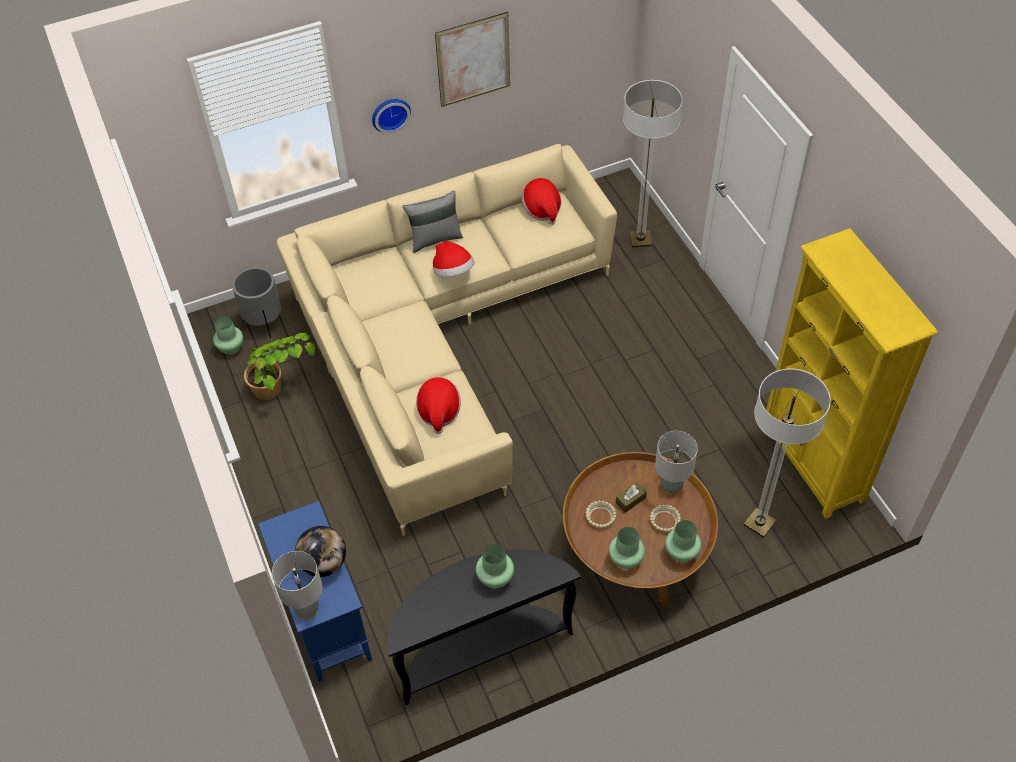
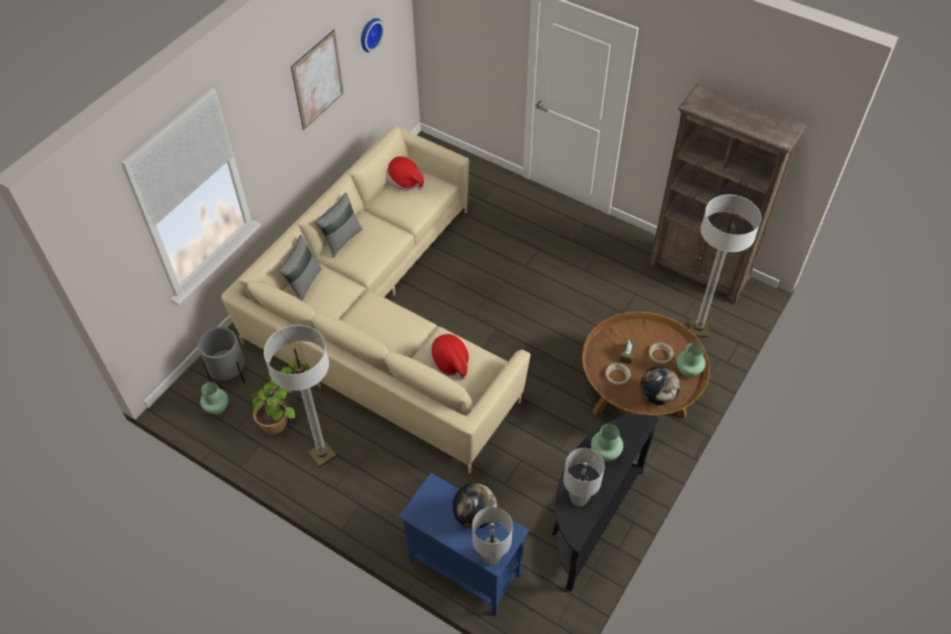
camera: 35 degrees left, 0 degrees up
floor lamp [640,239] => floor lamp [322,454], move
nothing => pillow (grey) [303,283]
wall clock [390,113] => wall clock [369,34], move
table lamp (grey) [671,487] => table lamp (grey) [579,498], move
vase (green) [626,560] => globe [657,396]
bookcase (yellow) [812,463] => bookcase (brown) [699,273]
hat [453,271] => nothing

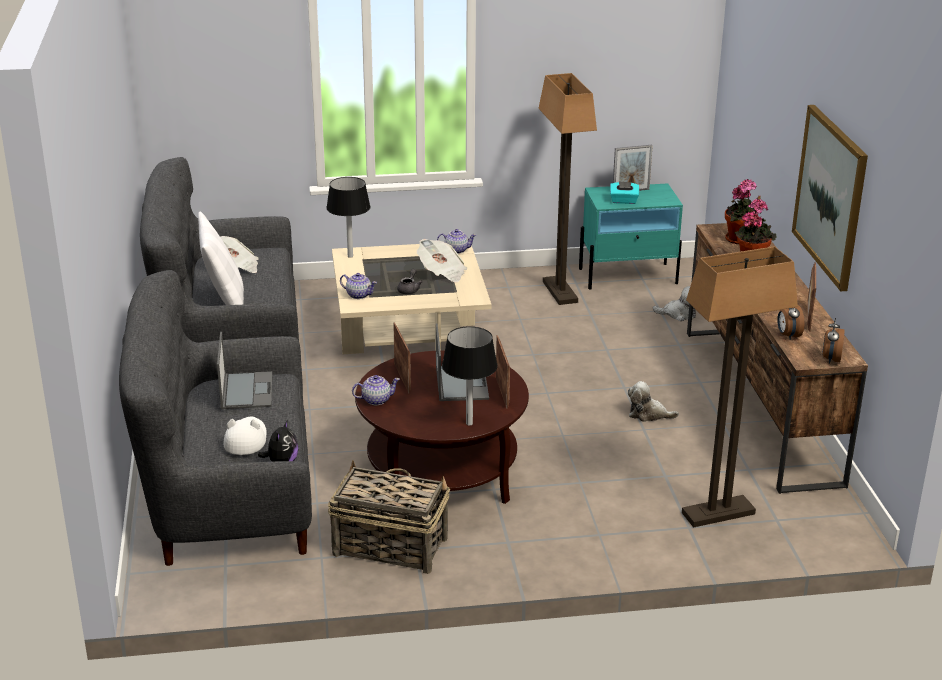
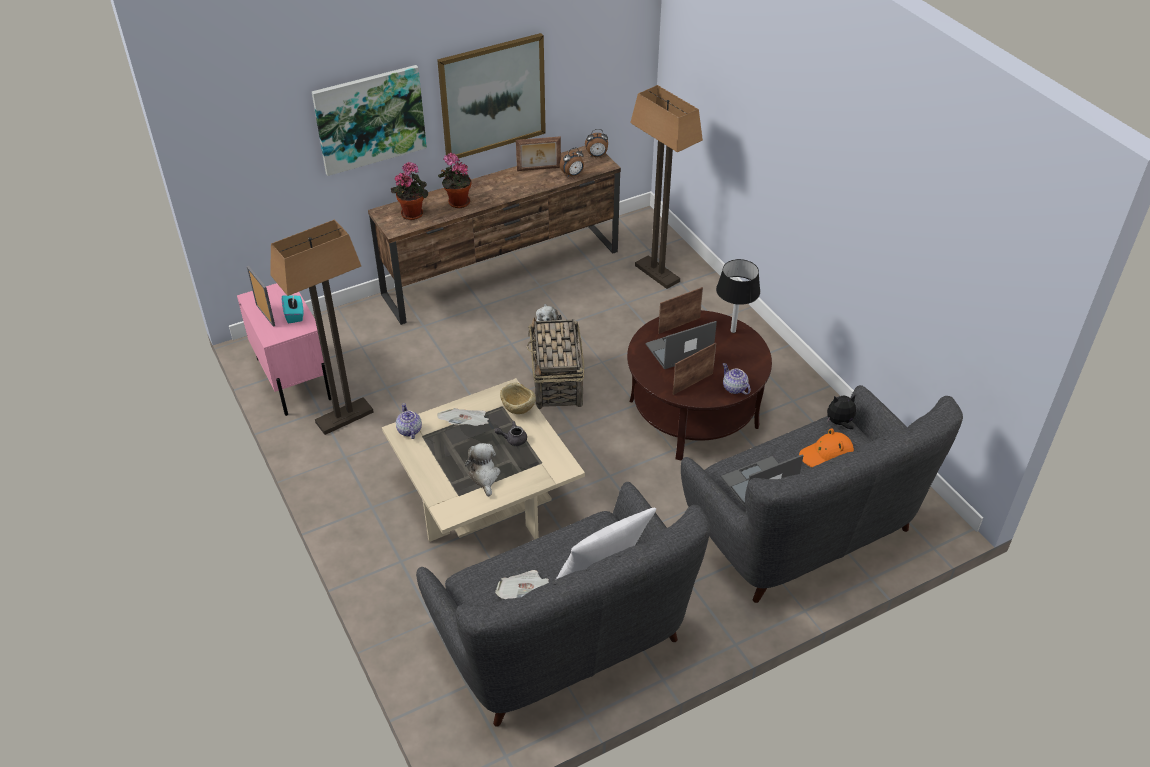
camera: 110 degrees left, 15 degrees up
nightstand (turquoise) [628,276] => nightstand (pink) [293,378]
nothing => picture [370,119]
plush toy [678,314] => plush toy [484,476], move
nothing => bowl (beige) [518,409]
basket [389,546] => basket [556,382], move
hat (white) [245,439] => hat (orange) [826,455]
table lamp (black) [350,256] => nothing
teapot [358,295] => nothing

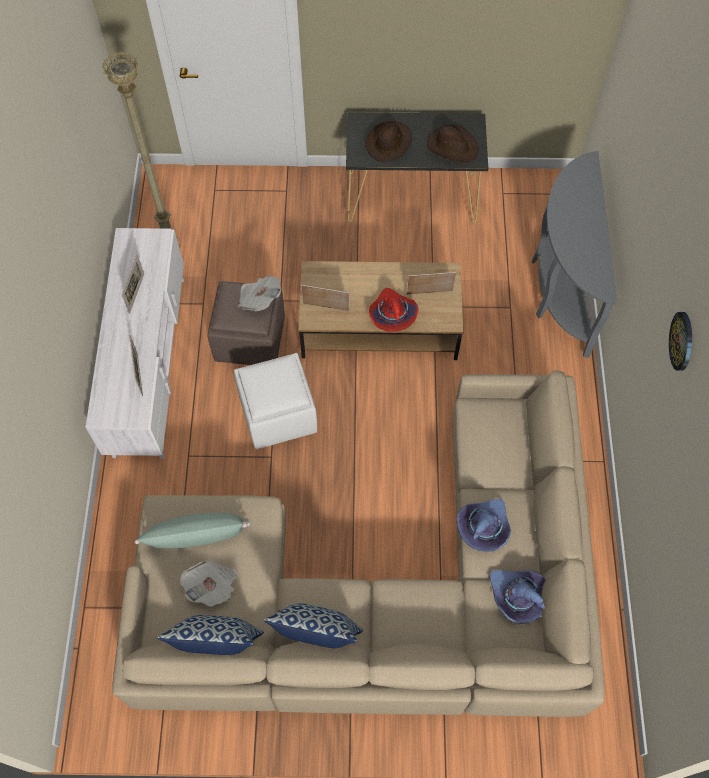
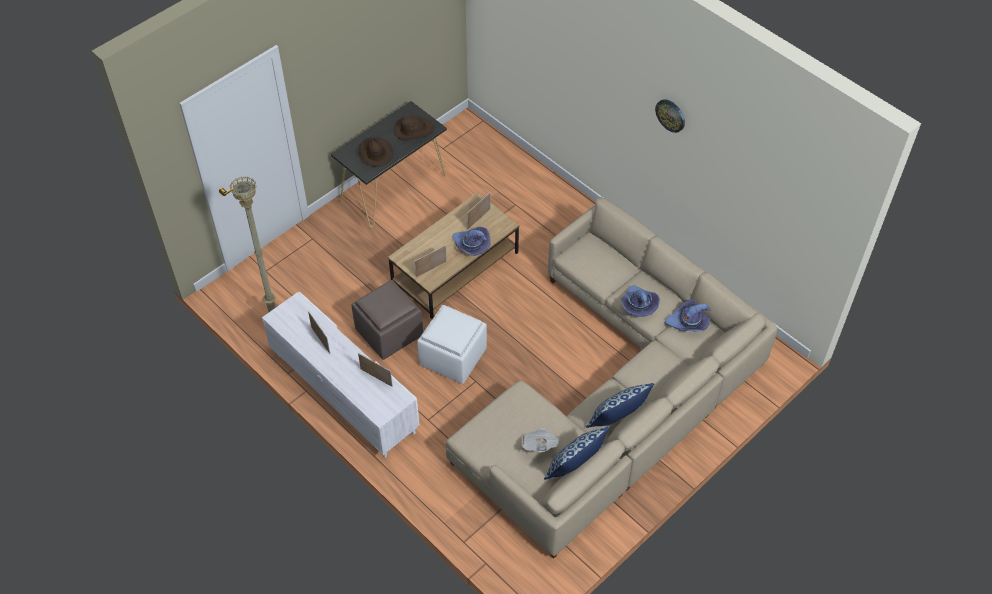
camera: 45 degrees left, 10 degrees down
hat (red) [392,314] => hat (purple) [471,245]
pillow (green) [196,536] => nothing
newspaper [259,299] => nothing
console table (grey) [559,287] => nothing

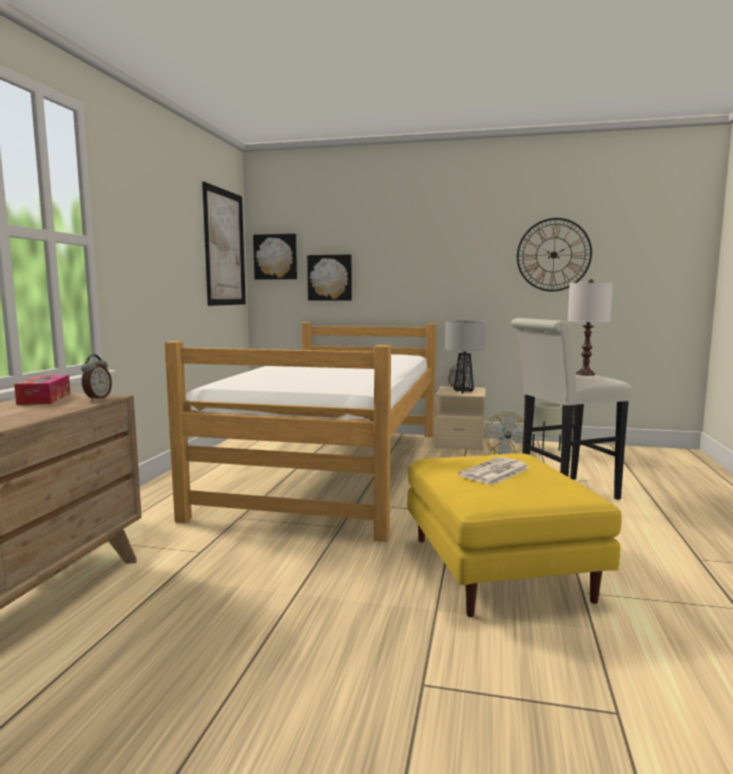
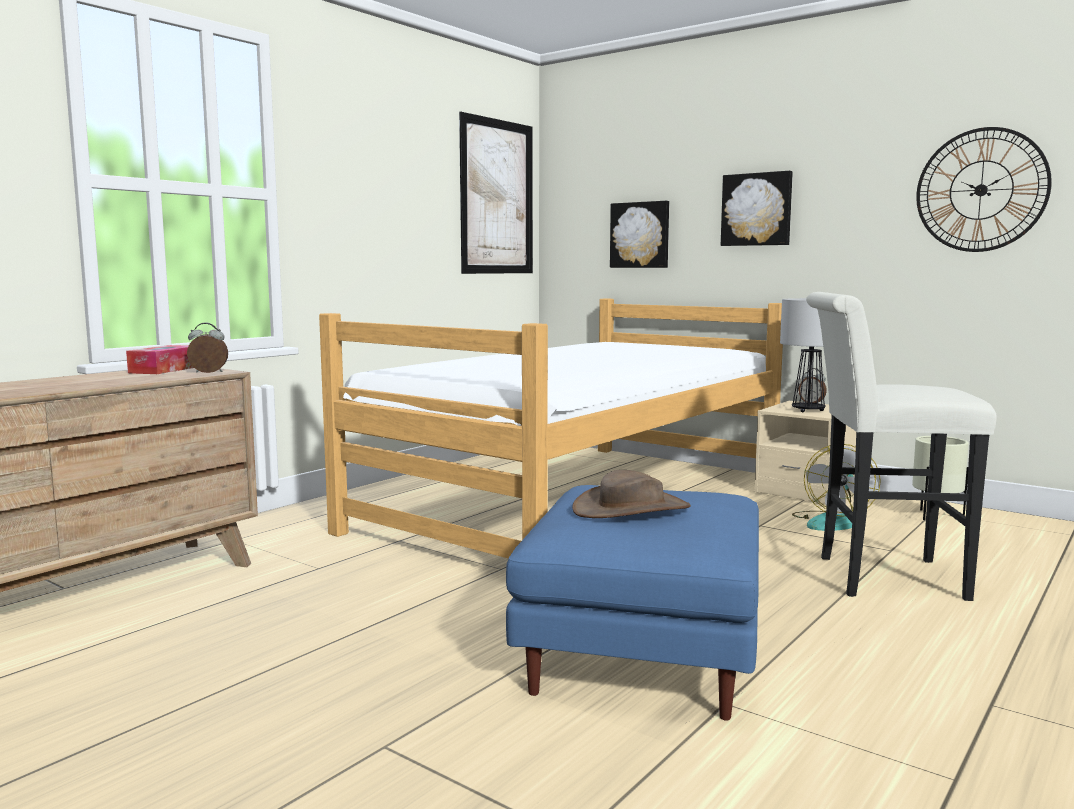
camera: 25 degrees right, 0 degrees up
alarm clock [97,398] => alarm clock [208,372], 135 degrees counterclockwise
ottoman (yellow) [500,569] => ottoman (blue) [644,653]
newspaper [495,472] => hat (brown) [631,509]
picture [276,257] => picture [757,209], move
table lamp (white) [585,374] => nothing

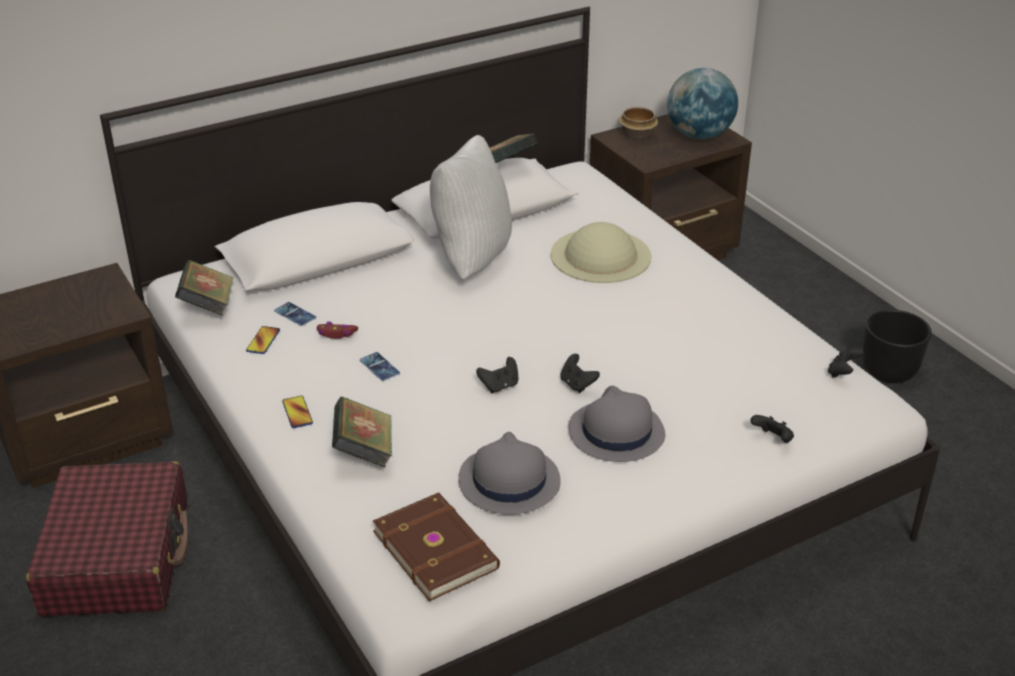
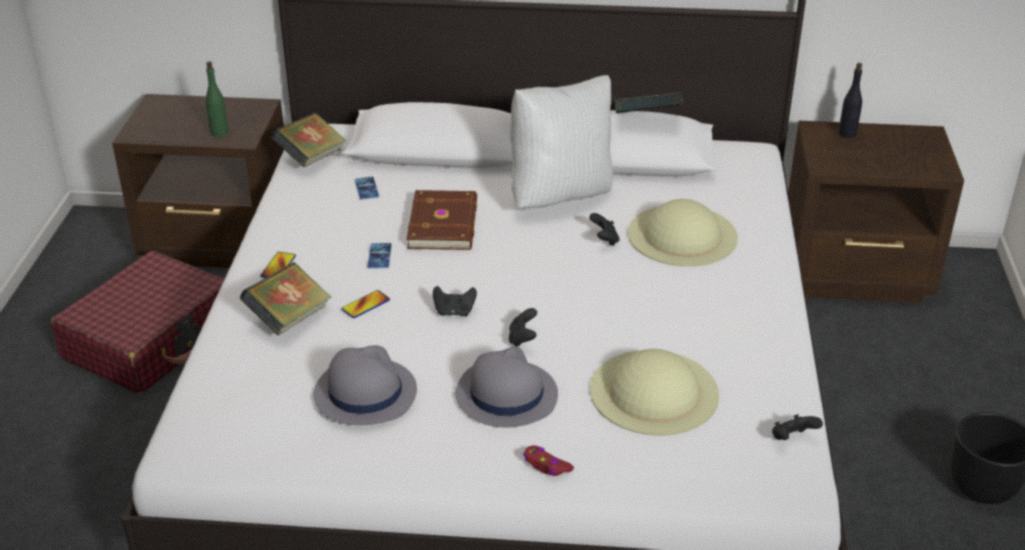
camera: 35 degrees right, 0 degrees up
nothing => bottle (green) [219,132]
phone [263,341] => phone [365,305], move
book (brown) [437,548] => book (brown) [445,224], move
game controller (red) [337,334] => game controller (red) [546,466], move
game controller (black) [772,439] => game controller (black) [604,240], move
nothing => hat (beige) [653,391]
bowl [637,134] => bottle (black) [847,134]
globe [699,135] => nothing

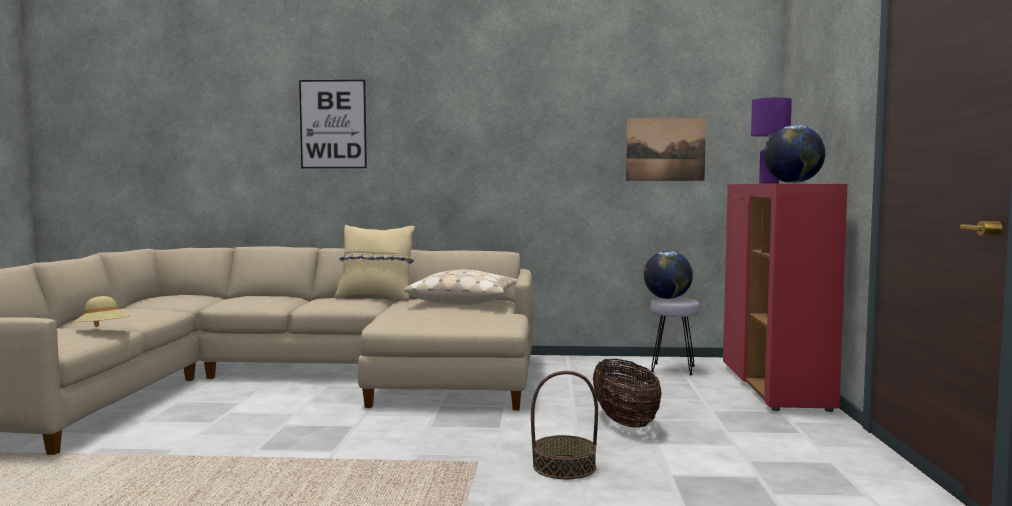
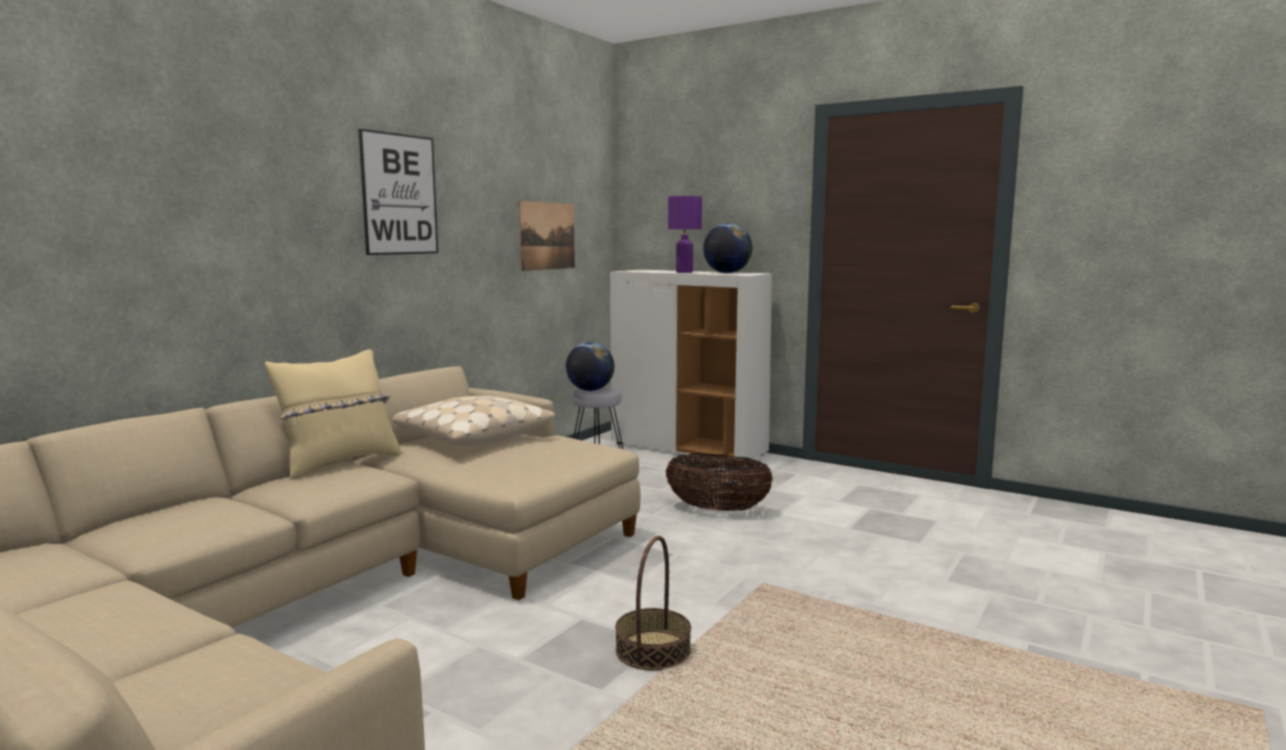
camera: 60 degrees left, 5 degrees up
picture [333,124] => picture [399,194], move
cabinet (red) [775,386] => cabinet (white) [689,449]
basket [564,467] => basket [652,650], move
hat (beige) [103,330] => nothing

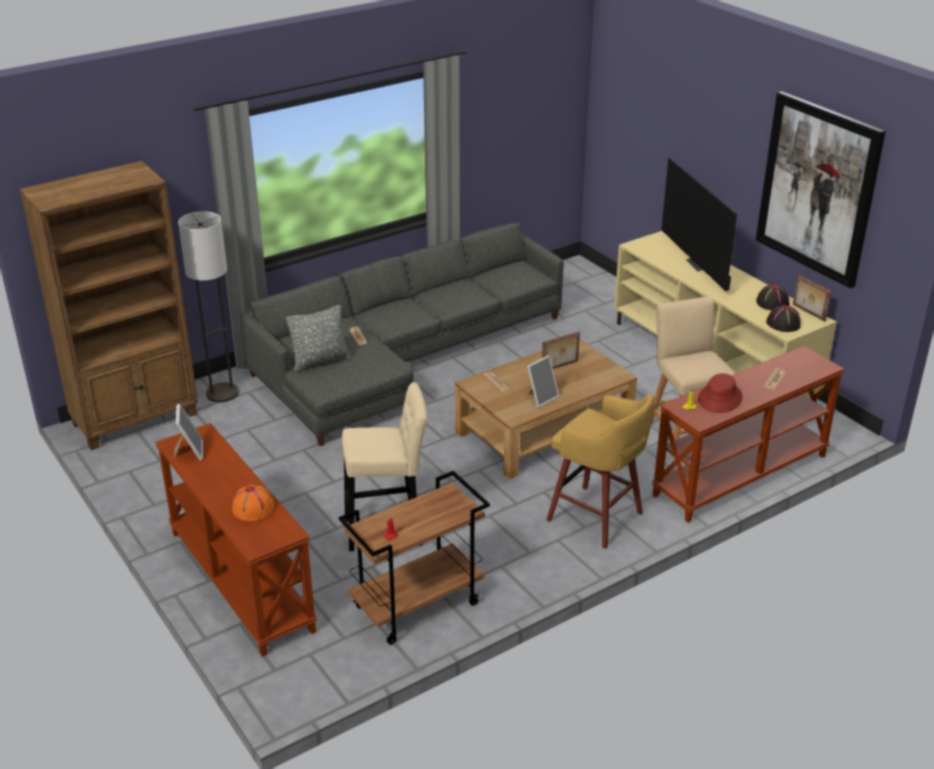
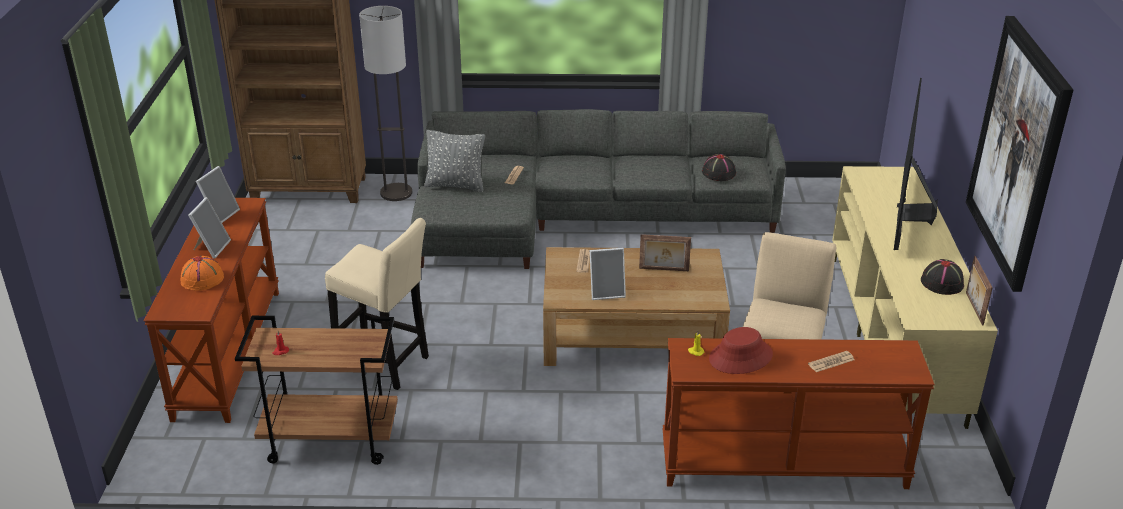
camera: 35 degrees right, 0 degrees up
nothing => picture frame [211,248]
hat (black) [783,324] => hat (black) [718,173], move
stool (yellow) [597,518] => nothing

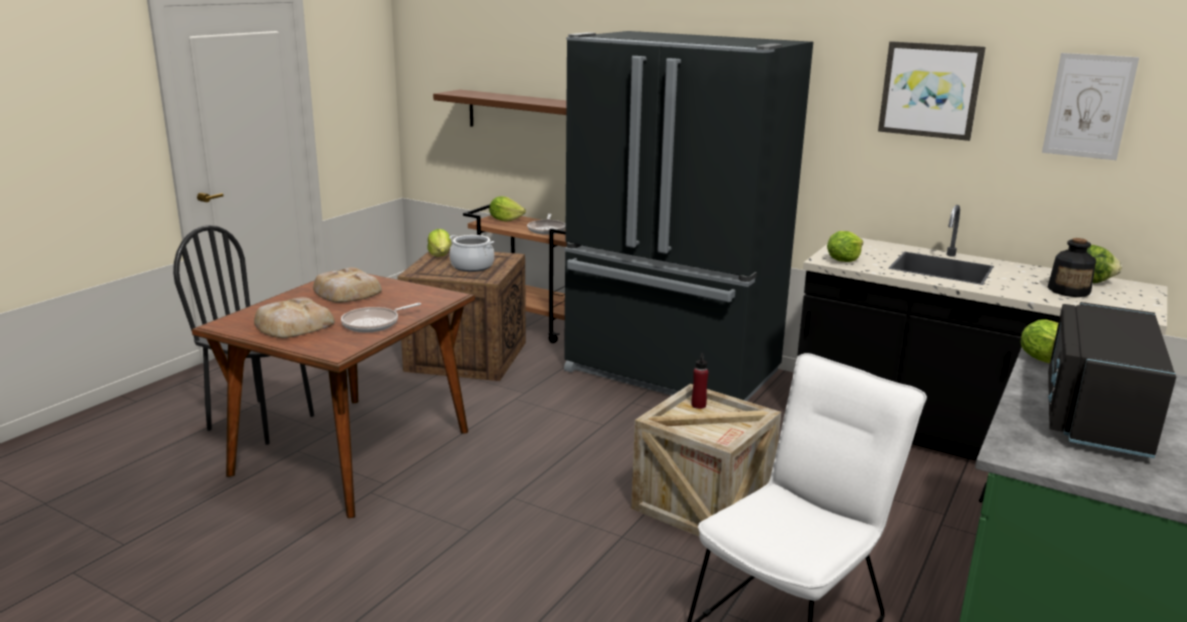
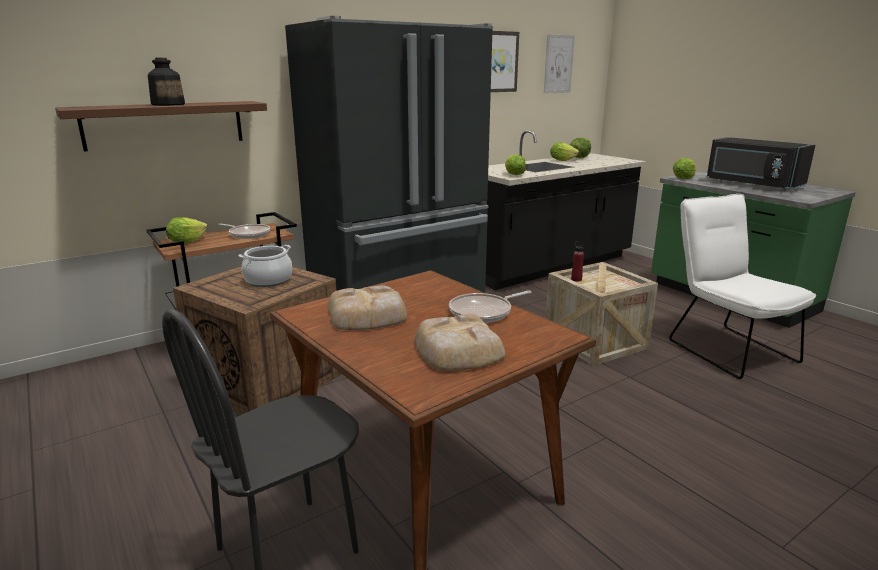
camera: 65 degrees left, 0 degrees up
bottle [1069,291] => bottle [168,104], move
frying pan [374,323] => frying pan [483,312], 75 degrees clockwise
lettuce [440,255] => lettuce [562,160], move

